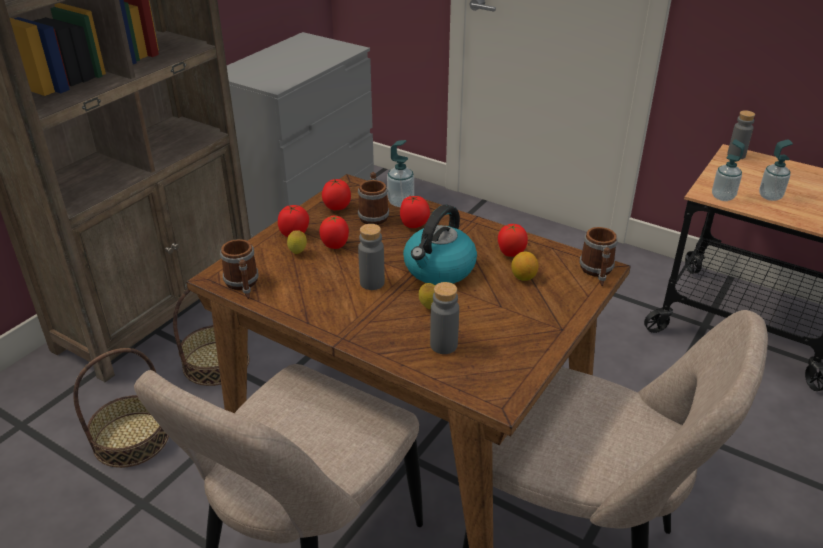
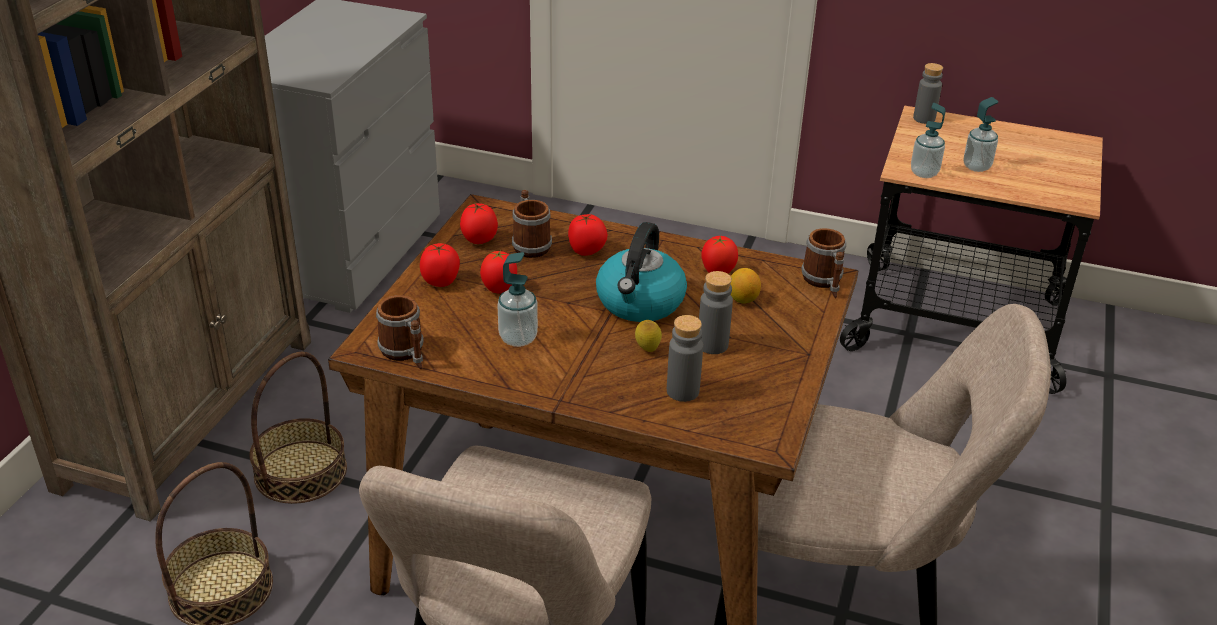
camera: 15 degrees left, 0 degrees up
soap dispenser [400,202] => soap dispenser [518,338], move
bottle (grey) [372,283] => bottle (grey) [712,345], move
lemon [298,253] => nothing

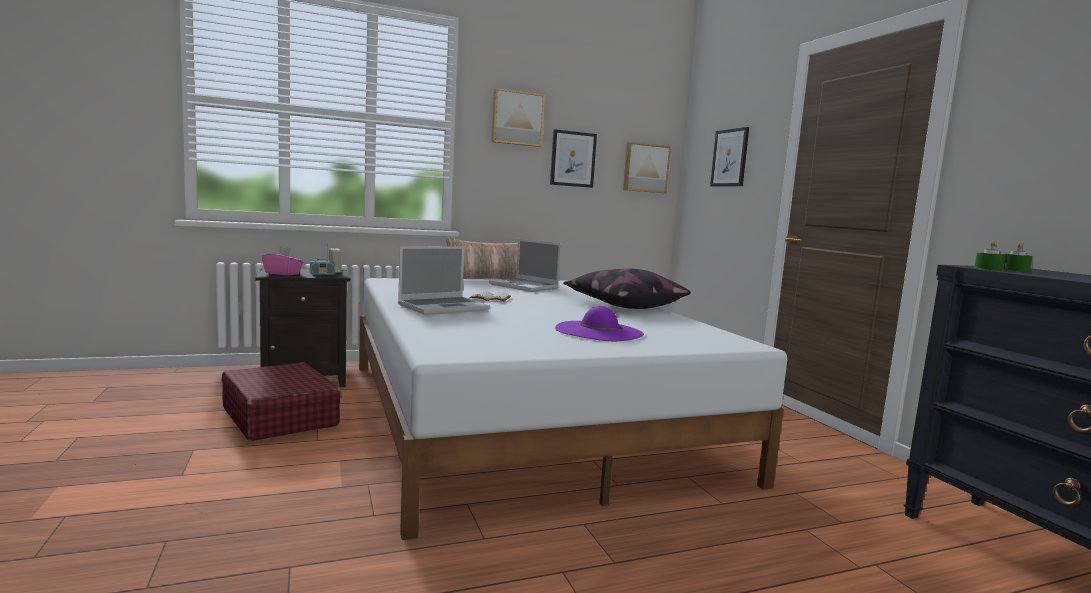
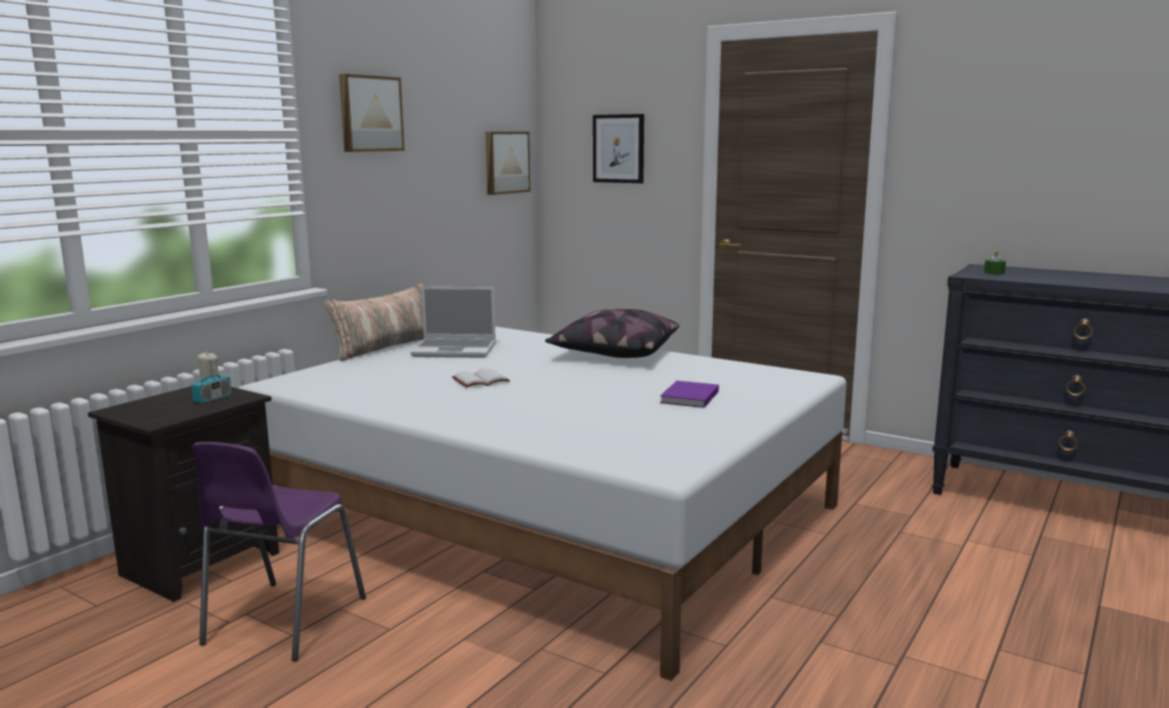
camera: 35 degrees left, 5 degrees up
suitcase (red) [280,417] => chair (purple) [281,622]
hat (purple) [599,331] => book (purple) [688,397]
tissue box (pink) [283,273] => nothing
laptop [444,307] => nothing
picture [573,159] => nothing
candle (green) [988,268] => nothing

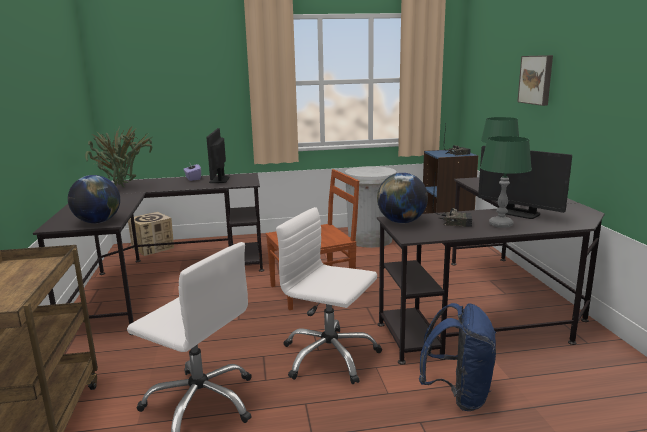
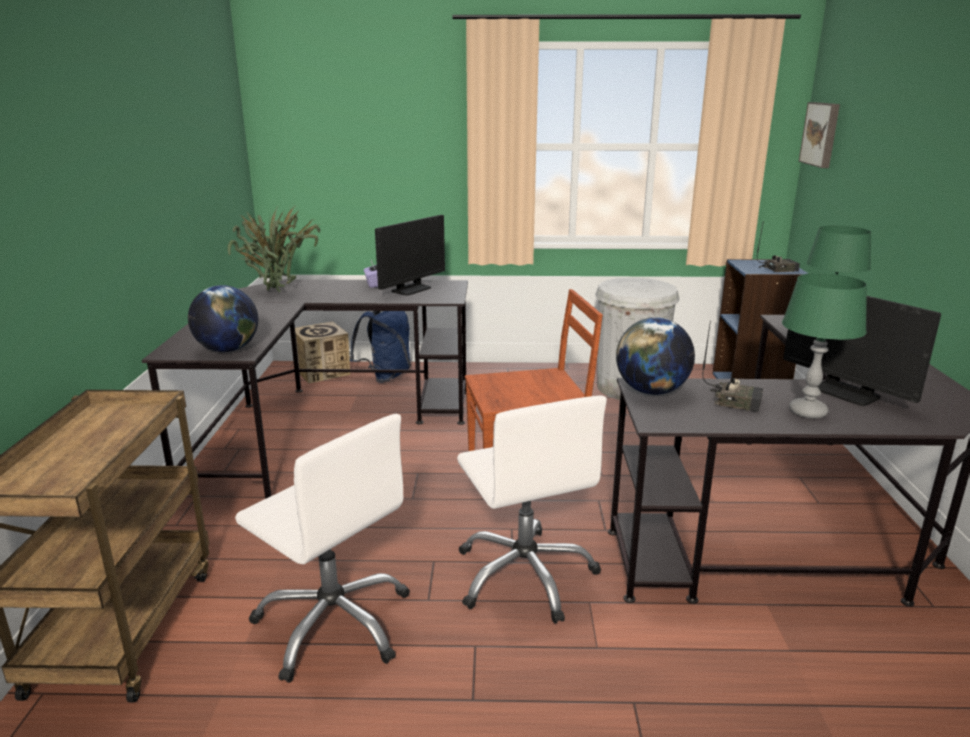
camera: 10 degrees right, 5 degrees up
backpack (blue) [458,395] => backpack (blue) [385,376], move
monitor [219,180] => monitor [411,289], 150 degrees counterclockwise
office chair (white) [329,356] => office chair (white) [525,575], 150 degrees counterclockwise
picture [536,79] => picture [821,134], move

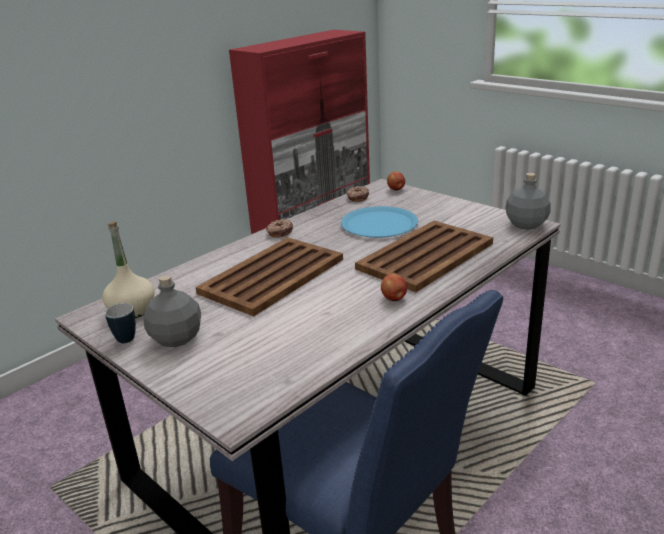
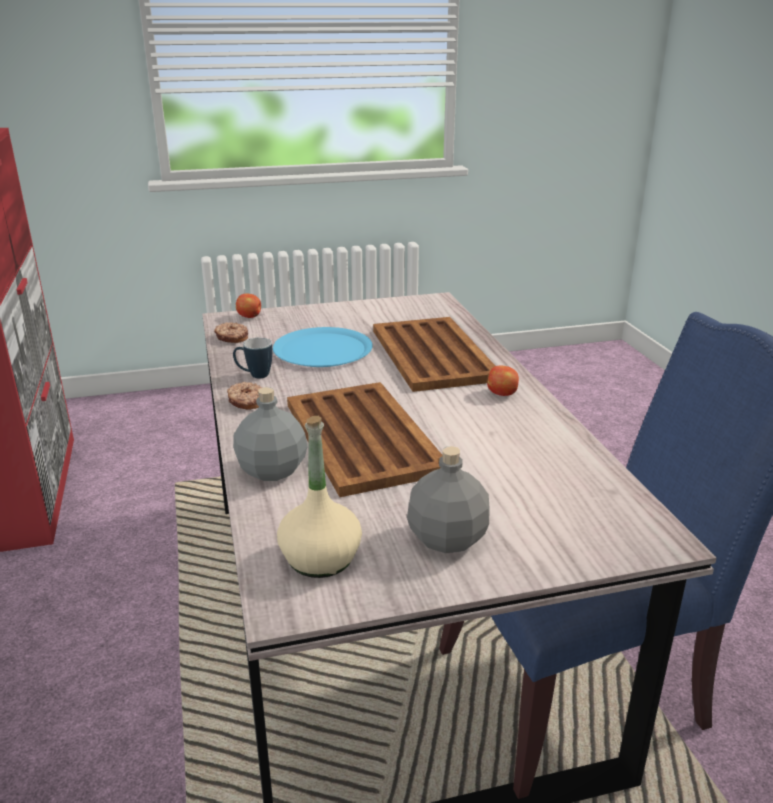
camera: 60 degrees left, 0 degrees up
mug [124,337] => mug [254,375], move
bottle (grey) [525,224] => bottle (grey) [271,470], move

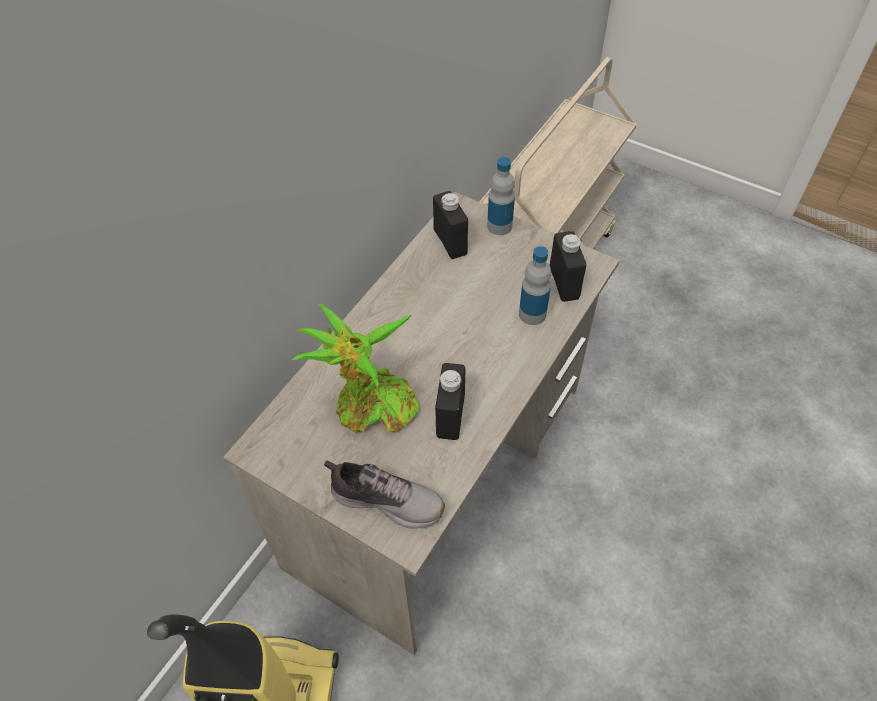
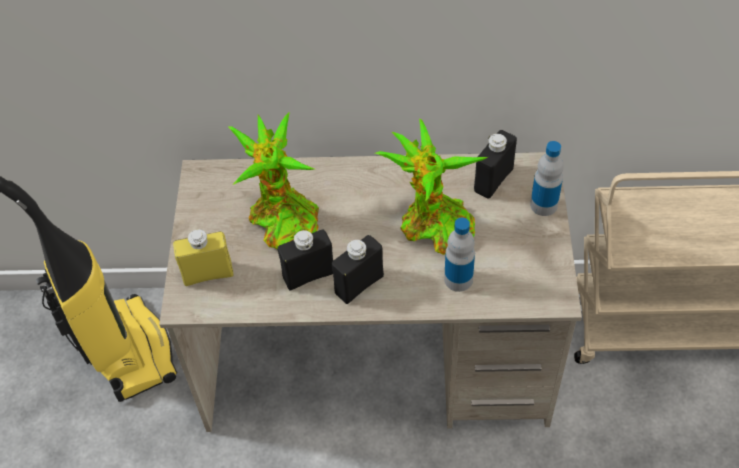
camera: 60 degrees right, 0 degrees up
shoe [387,499] => bottle (yellow) [208,274]
bottle (black) [564,283] => bottle (black) [359,284], move
nothing => potted plant [433,227]

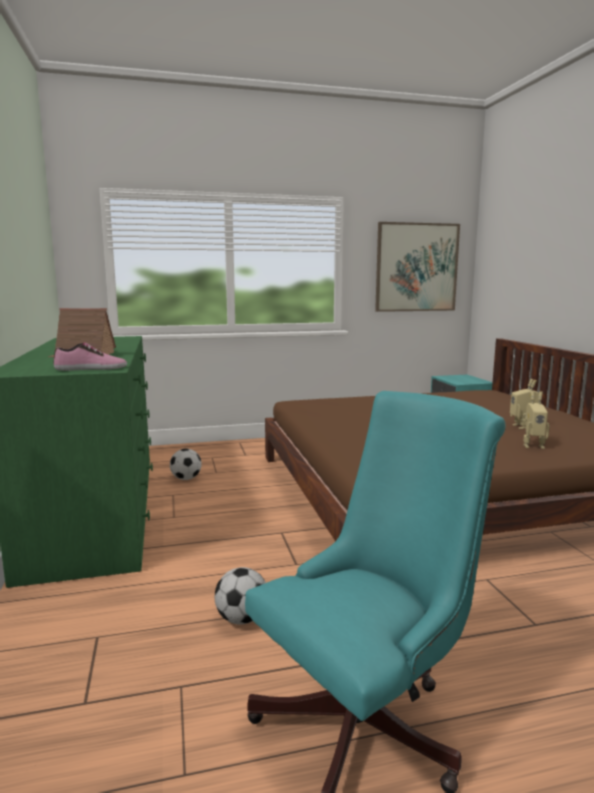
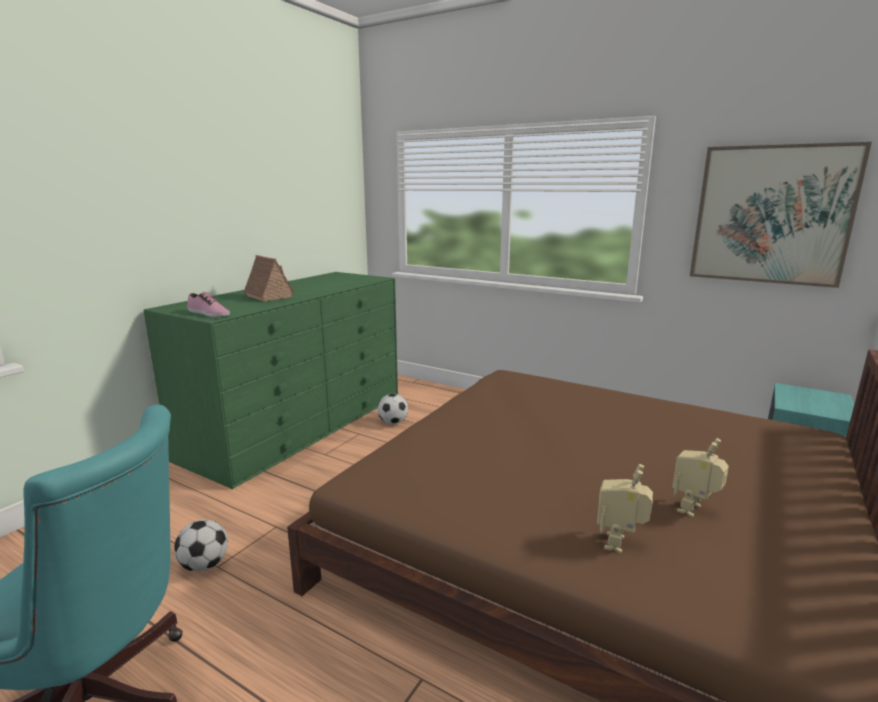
camera: 45 degrees right, 5 degrees up
toy robot [532,445] => toy robot [620,544], 60 degrees clockwise

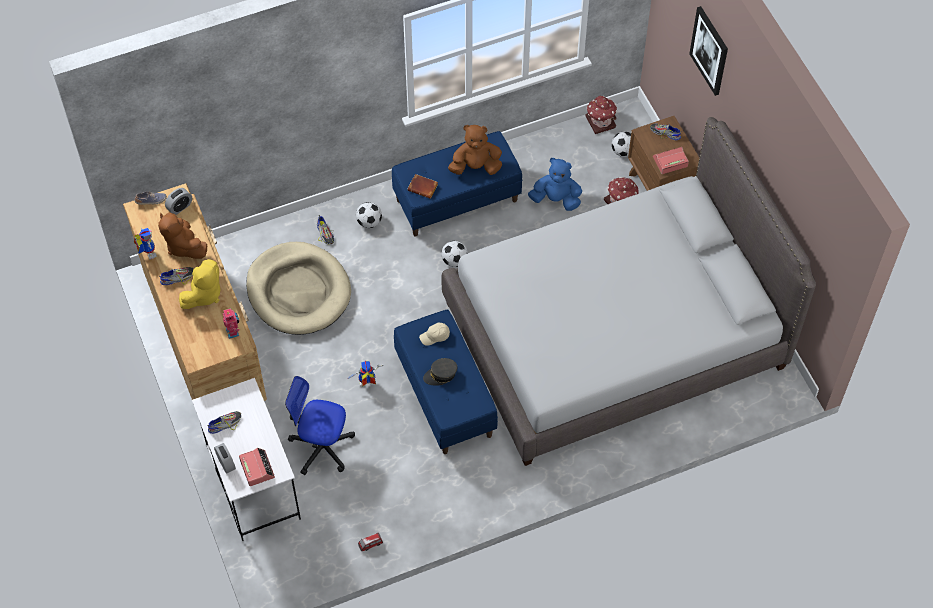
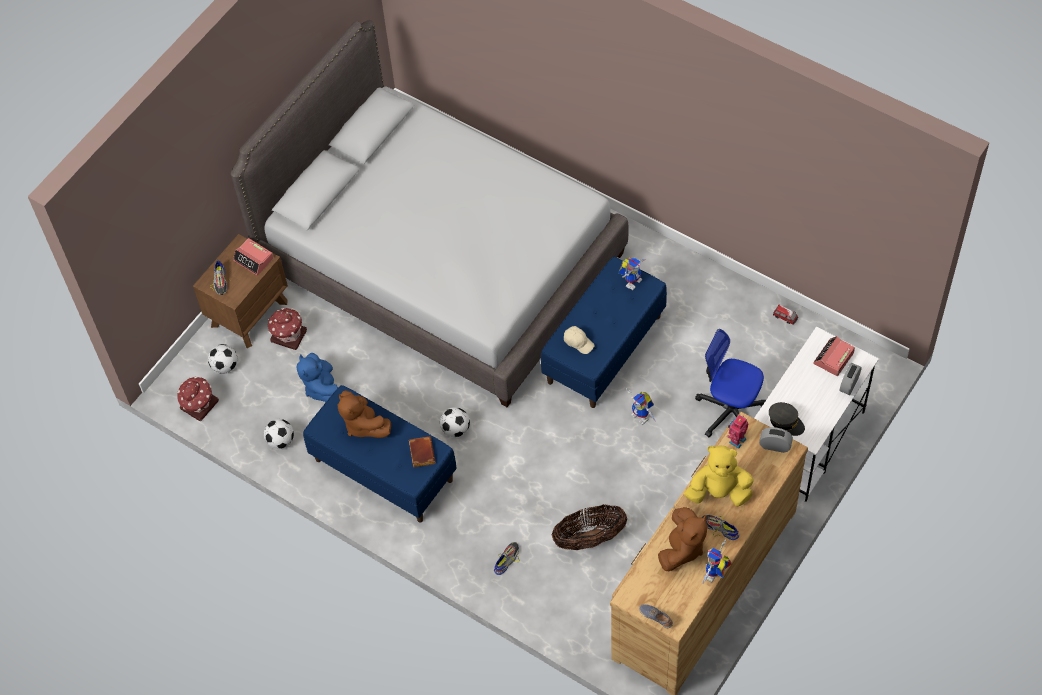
camera: 120 degrees left, 0 degrees up
football [369,222] => football [280,441], move
dog bed (beige) [298,291] => basket [589,538]
nothing => toy robot [632,280]
office chair [321,446] => office chair [730,411], 135 degrees clockwise
alarm clock [180,207] => alarm clock [775,446], move
cap (grey) [440,375] => cap (grey) [785,422], move
shoe [225,423] => nothing
picture [710,50] => nothing

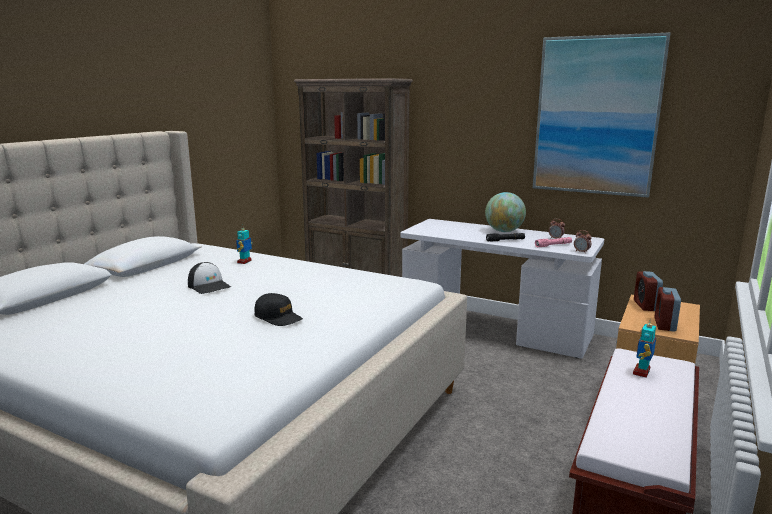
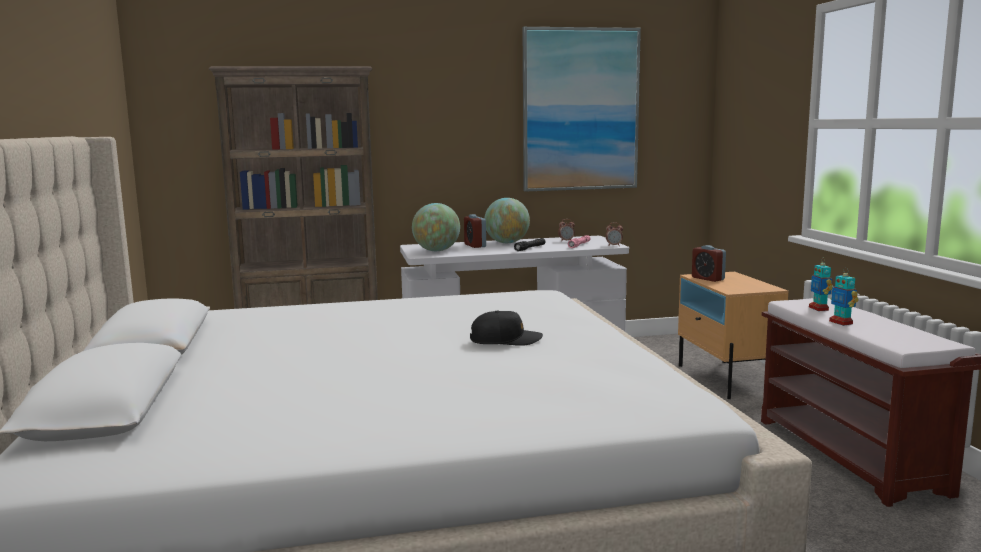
camera: 40 degrees left, 5 degrees down
nothing => globe [436,251]
alarm clock [664,325] => alarm clock [475,245], move
toy robot [244,262] => toy robot [841,322], move
cap [209,286] => nothing

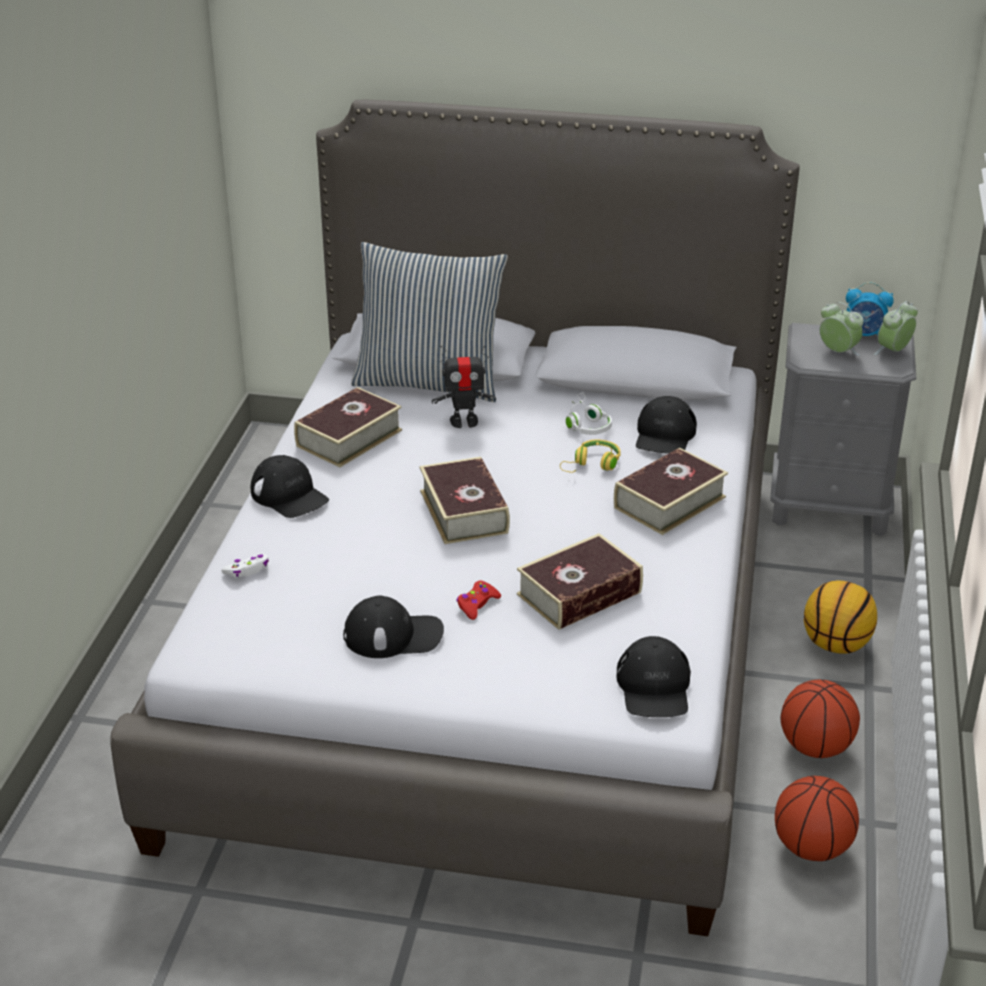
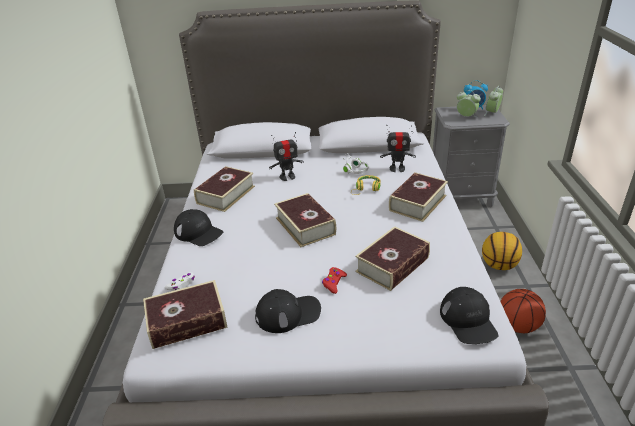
camera: 10 degrees left, 0 degrees up
nothing => book [187,321]
cap (black) [664,435] => toy robot [397,169]
pillow [429,382] => nothing
basketball [811,848] => nothing

